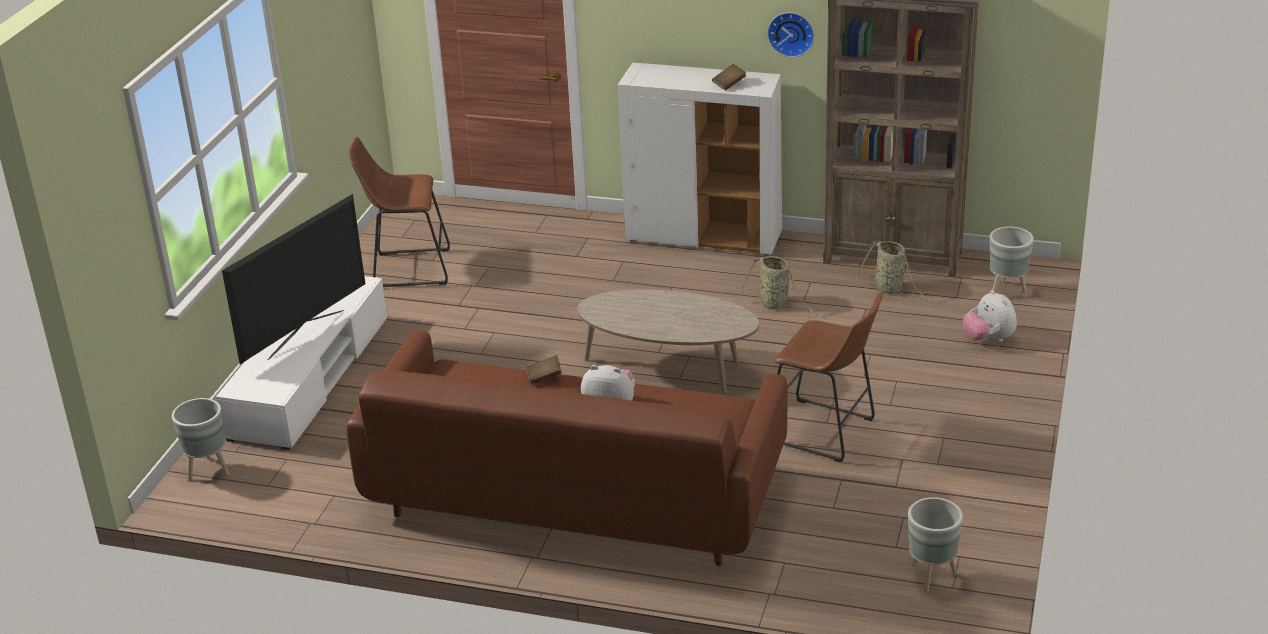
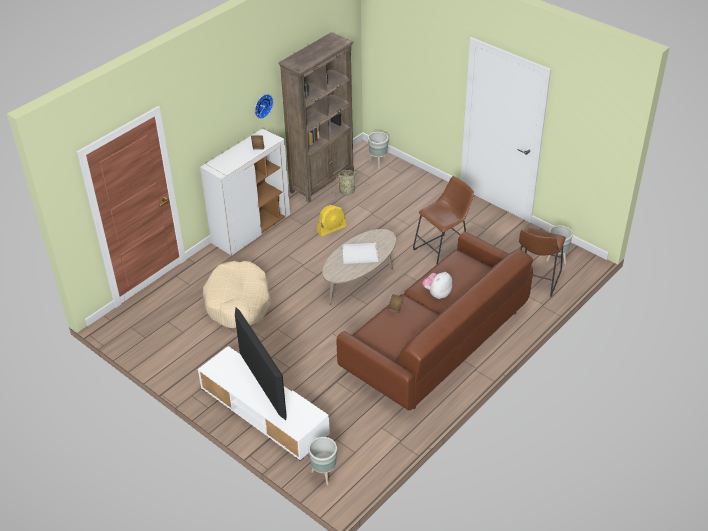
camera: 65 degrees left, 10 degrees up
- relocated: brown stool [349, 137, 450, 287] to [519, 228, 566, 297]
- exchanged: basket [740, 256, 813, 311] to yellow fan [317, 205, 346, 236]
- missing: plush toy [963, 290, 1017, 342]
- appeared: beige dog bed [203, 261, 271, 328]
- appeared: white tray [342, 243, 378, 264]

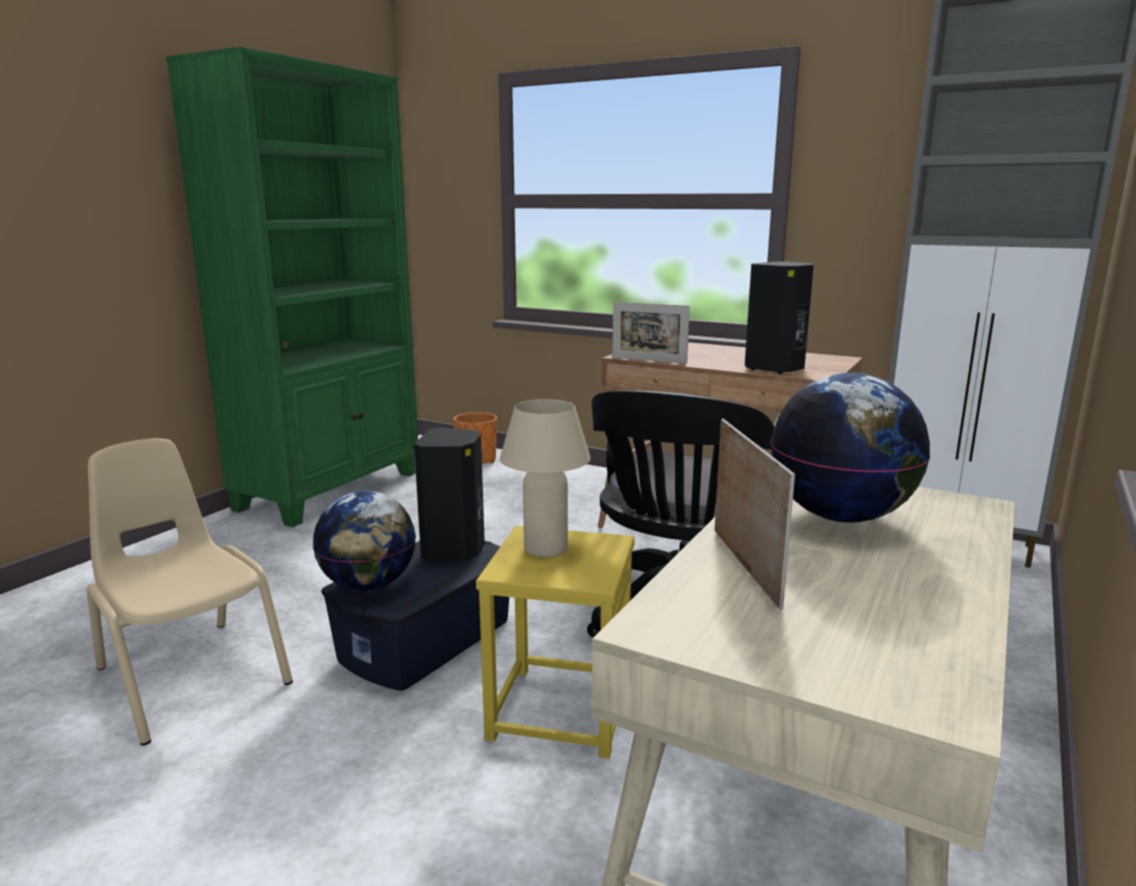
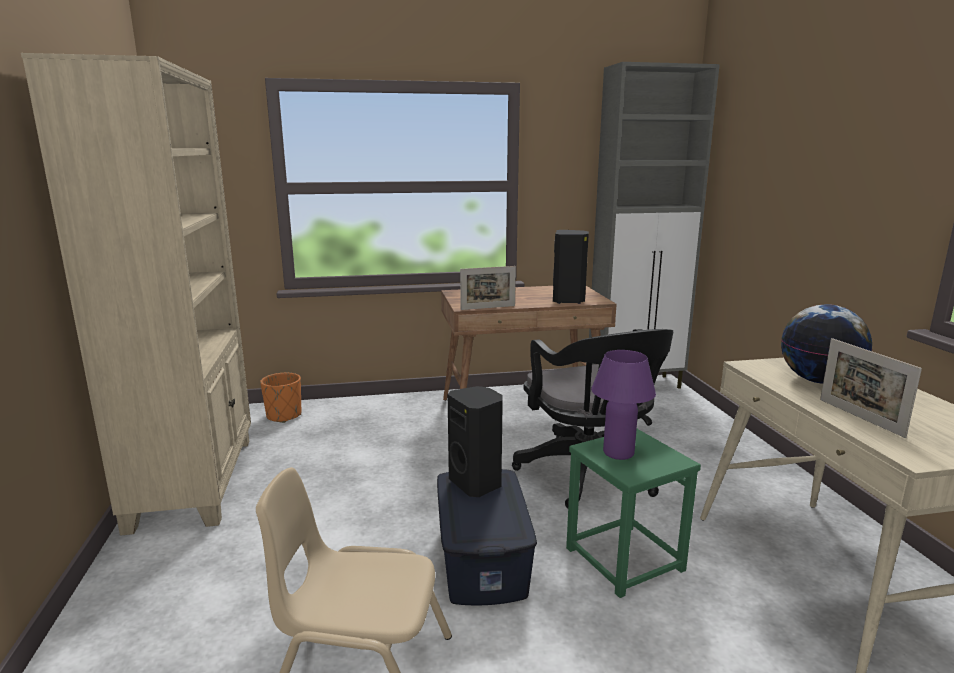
camera: 40 degrees left, 0 degrees up
- colour: green bookcase [166, 46, 418, 527] to beige bookcase [21, 53, 251, 536]
- missing: globe [313, 491, 416, 591]
- colour: yellow stool [476, 526, 635, 758] to green stool [566, 429, 701, 598]
- colour: beige table lamp [500, 399, 591, 557] to purple table lamp [591, 350, 656, 460]
- spun: picture frame [714, 419, 795, 610] = [820, 338, 922, 438] 150 degrees counterclockwise

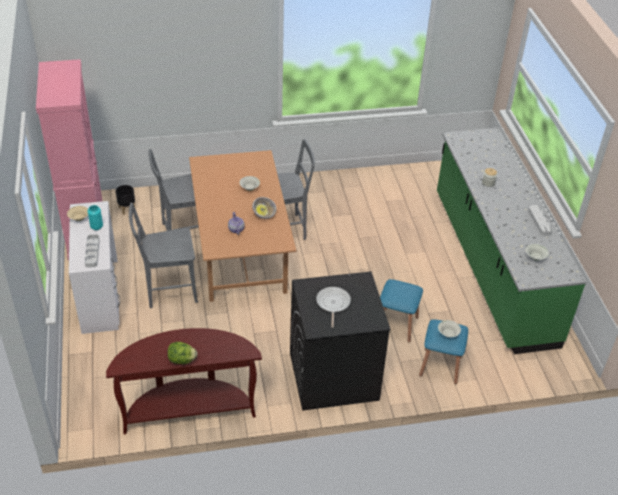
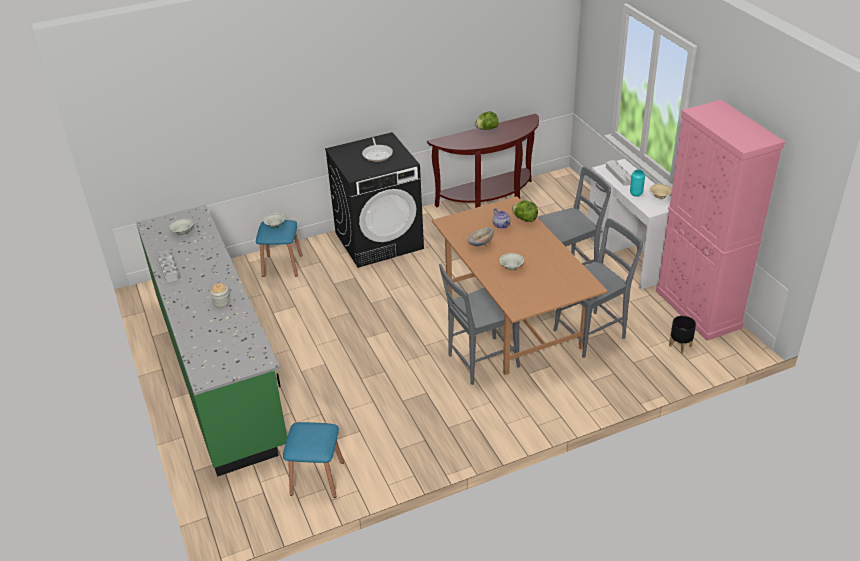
camera: 170 degrees right, 5 degrees down
- relocated: blue stool [380, 279, 423, 342] to [283, 422, 344, 498]
- appeared: lettuce [512, 200, 538, 222]

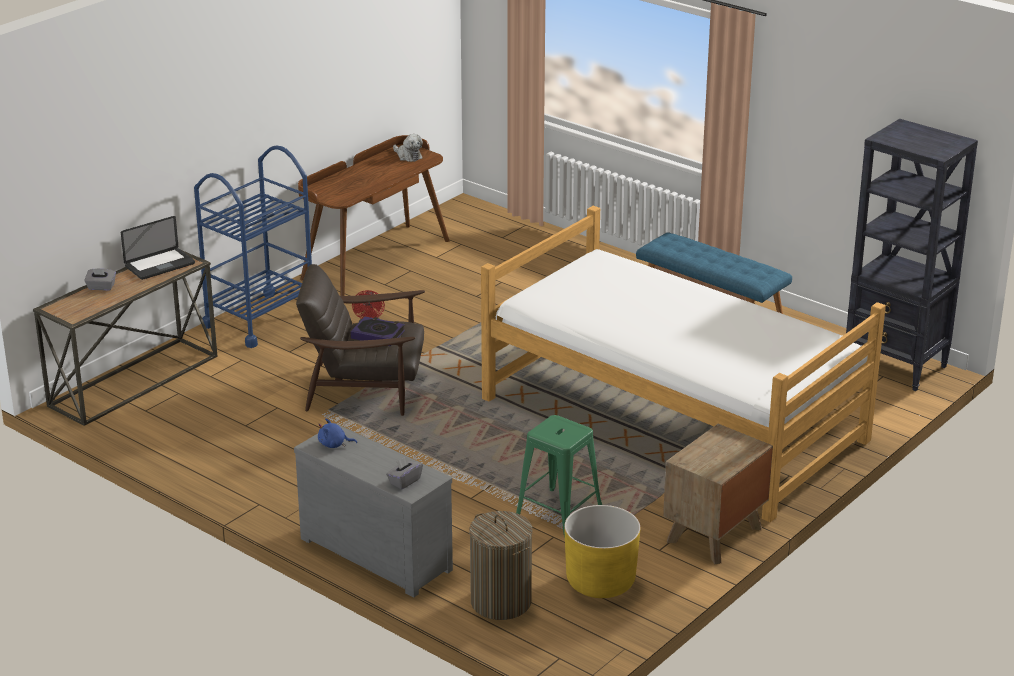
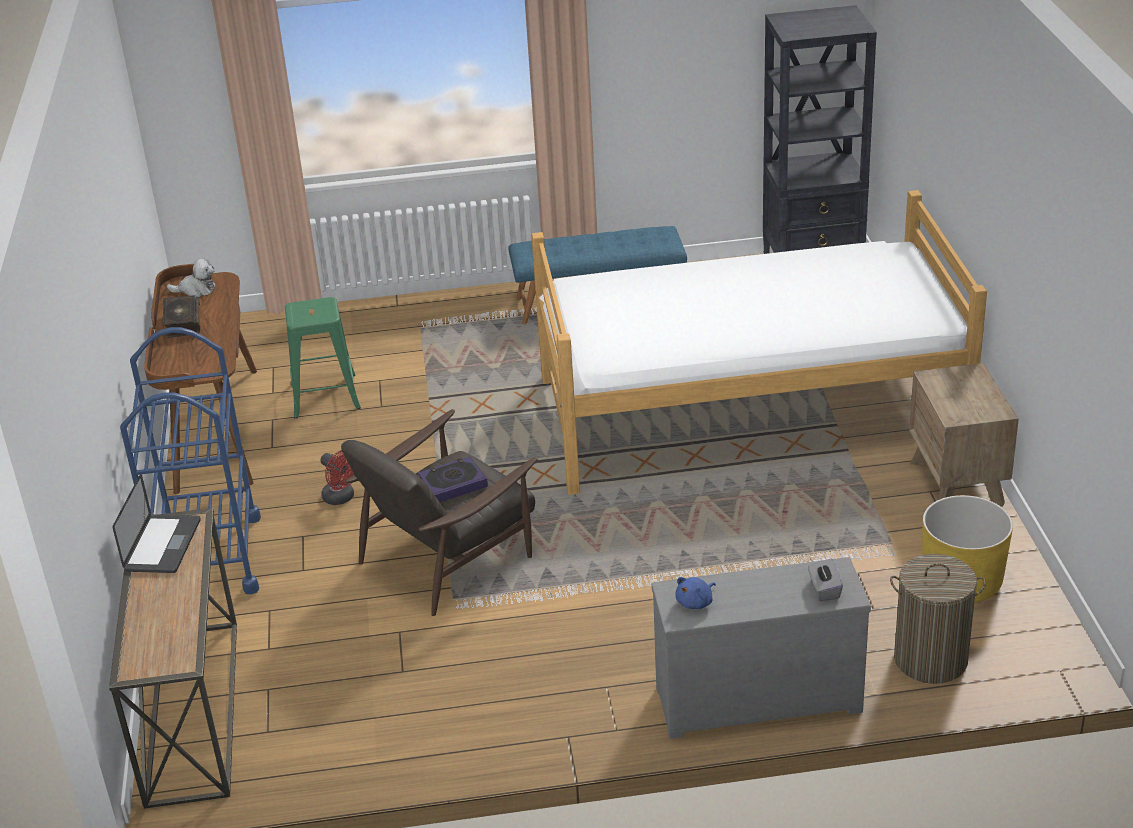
camera: 45 degrees left, 5 degrees up
- missing: grey tissue box [84, 269, 116, 291]
- relocated: green stool [516, 415, 602, 538] to [285, 297, 361, 419]
- appeared: book [163, 295, 200, 338]

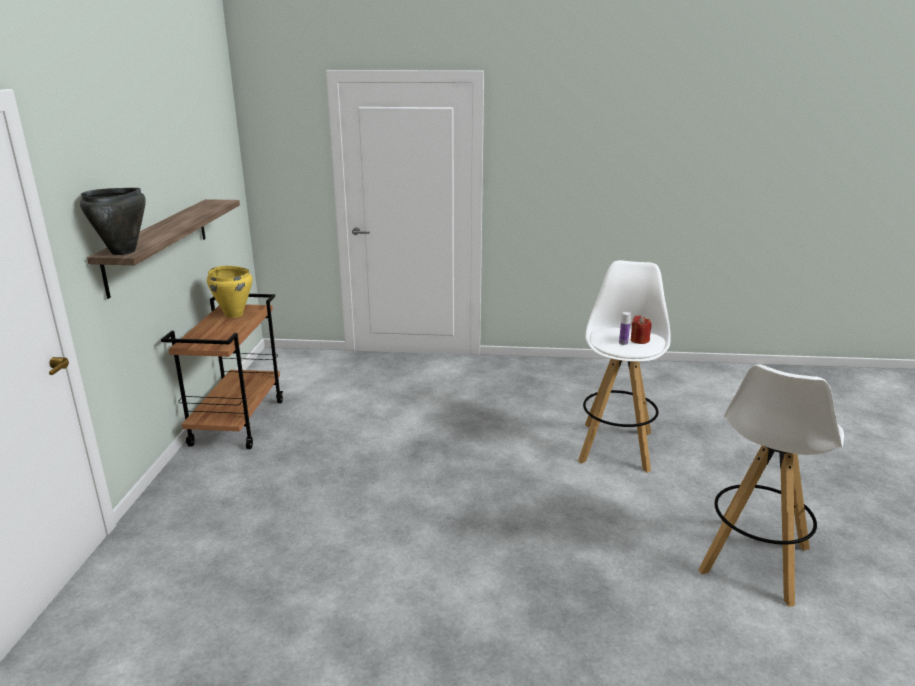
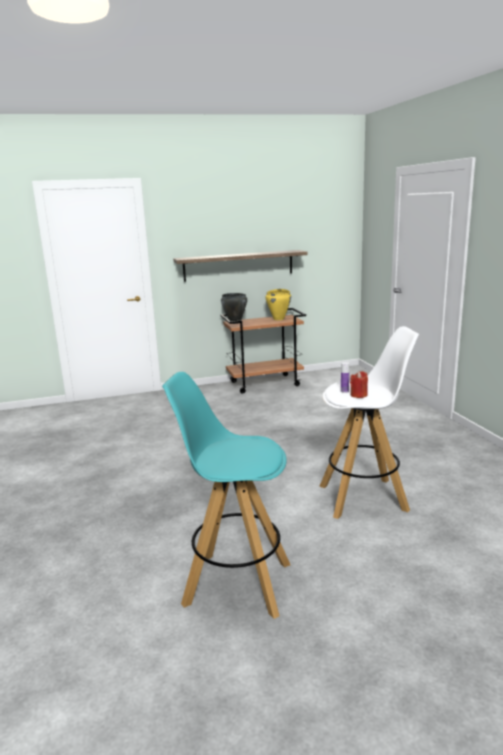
camera: 70 degrees right, 5 degrees down
- relocated: black cooking pot [80, 188, 146, 255] to [221, 293, 247, 324]
- colour: white stool [698, 364, 844, 607] to turquoise stool [162, 372, 290, 619]

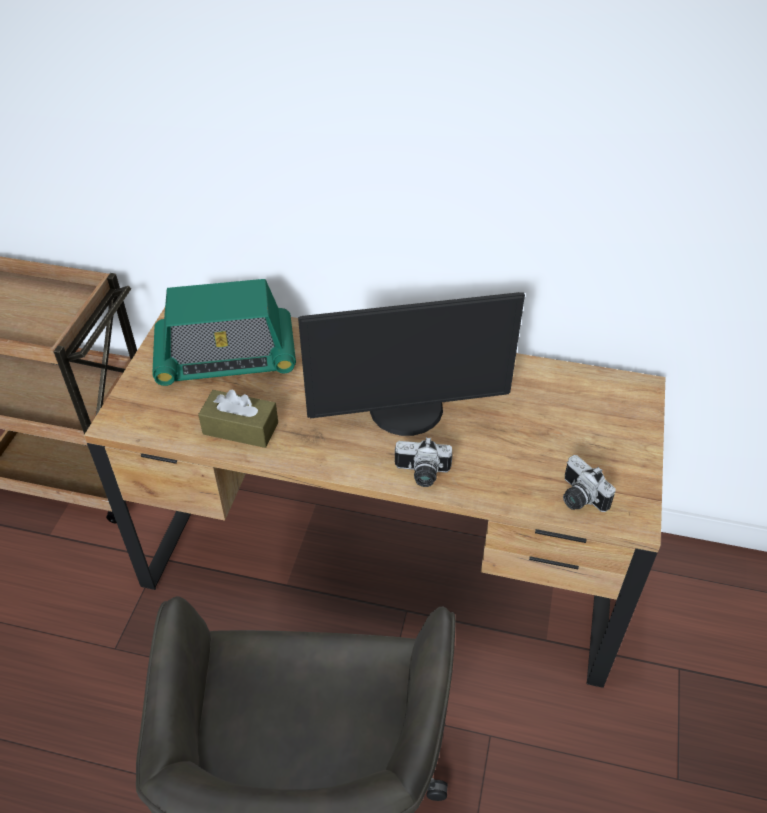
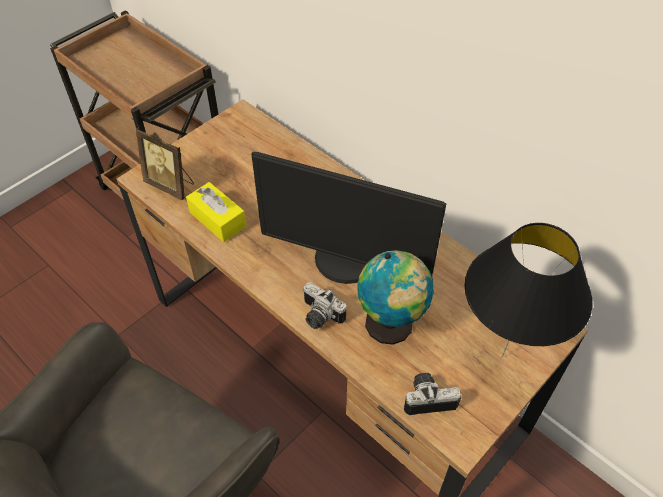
camera: 30 degrees right, 5 degrees up
- missing: radio [152, 279, 296, 386]
- colour: brown tissue box [198, 390, 278, 448] to yellow tissue box [186, 182, 246, 242]
- spun: photo camera [563, 455, 615, 512] = [404, 373, 461, 415] 90 degrees clockwise
- appeared: picture frame [136, 128, 194, 200]
- appeared: globe [358, 250, 434, 345]
- appeared: black table lamp [465, 223, 593, 357]

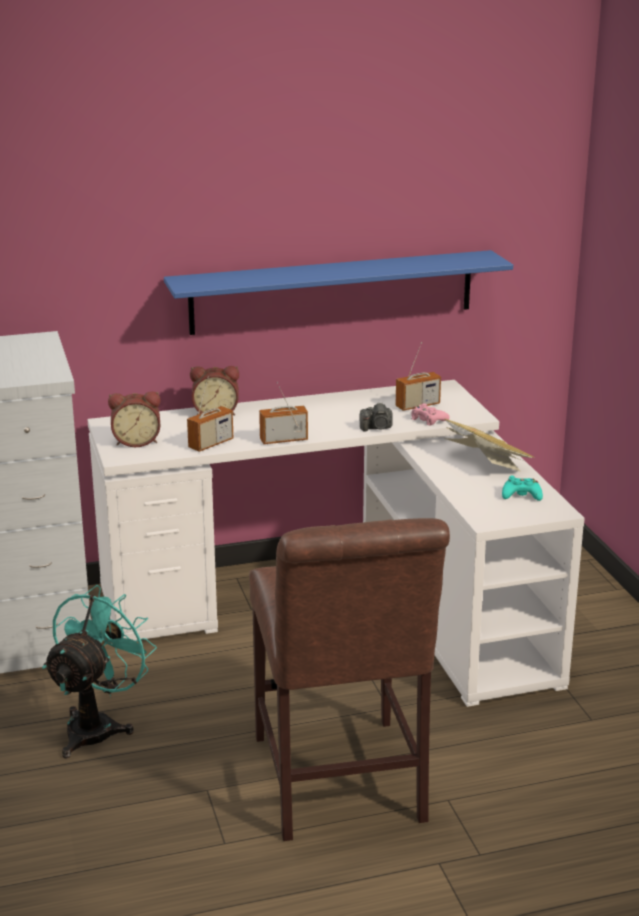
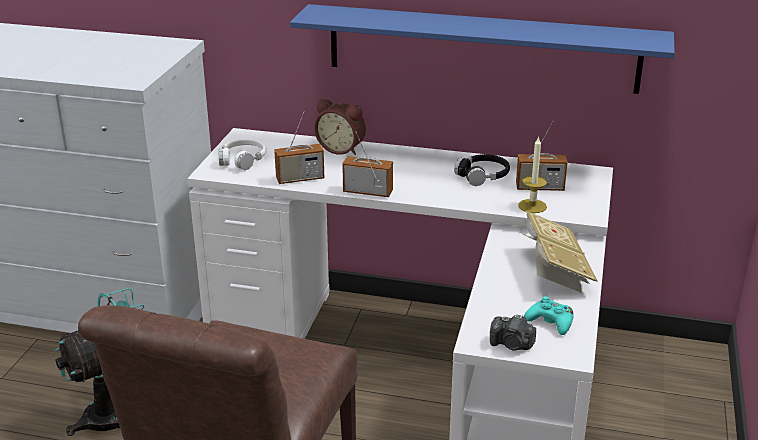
camera: 30 degrees right, 5 degrees up
- exchanged: alarm clock [108, 391, 161, 447] to white headphones [219, 139, 267, 170]
- relocated: photo camera [360, 402, 393, 432] to [490, 314, 536, 351]
- exchanged: pink game controller [411, 403, 450, 426] to candle [518, 136, 547, 213]
- appeared: black headphones [454, 154, 510, 186]

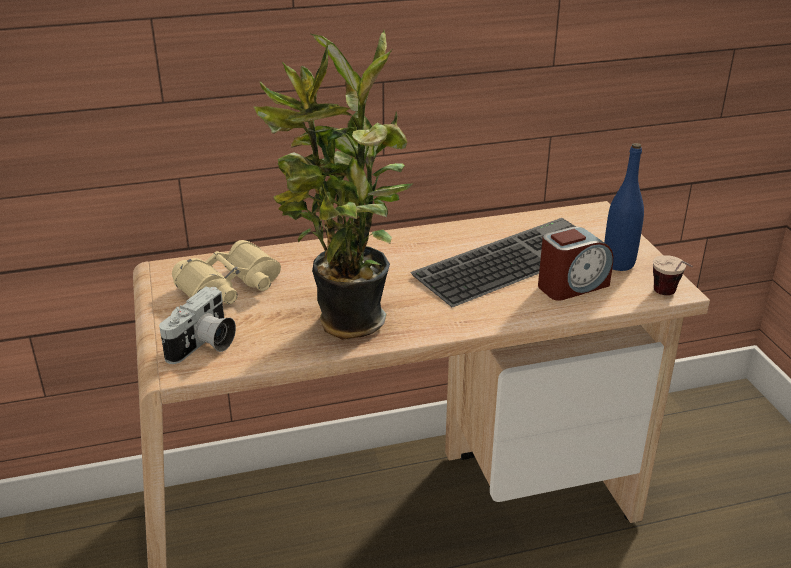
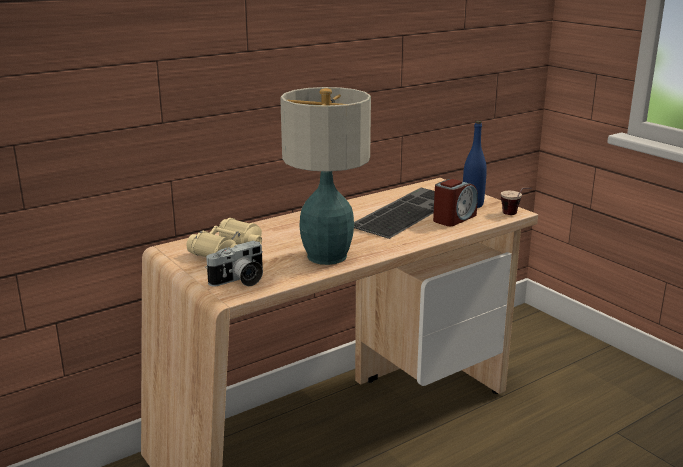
camera: 20 degrees left, 10 degrees down
- spun: photo camera [159, 287, 236, 364] = [205, 240, 263, 287] 45 degrees clockwise
- exchanged: potted plant [253, 30, 414, 340] to table lamp [280, 87, 371, 265]

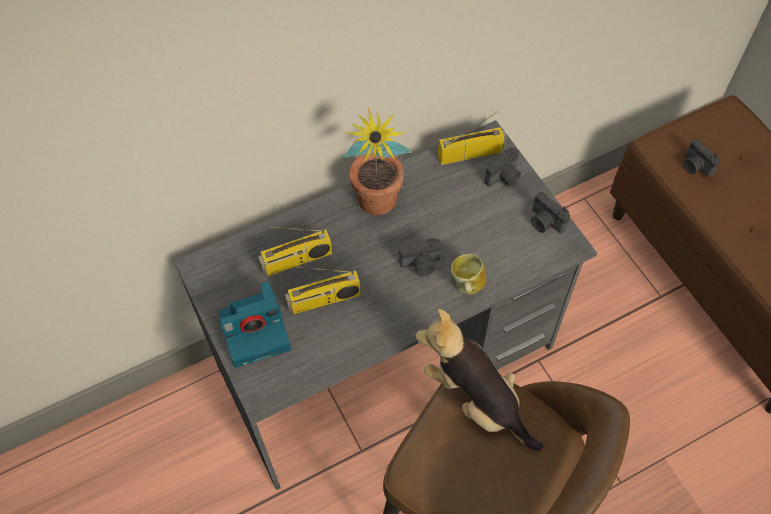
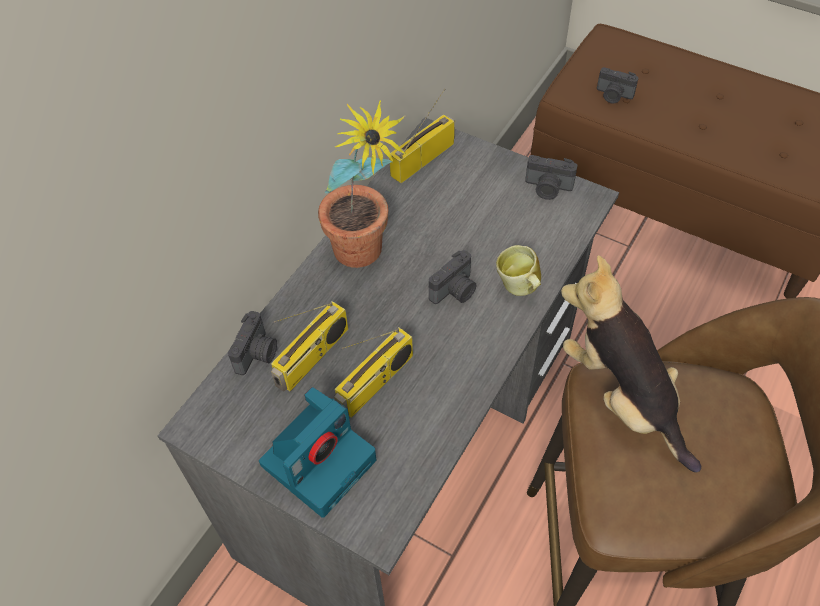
camera: 30 degrees left, 5 degrees down
- spun: plush toy [415, 309, 543, 451] = [561, 255, 701, 473] 45 degrees clockwise
- relocated: photo camera [484, 148, 521, 187] to [228, 311, 277, 375]

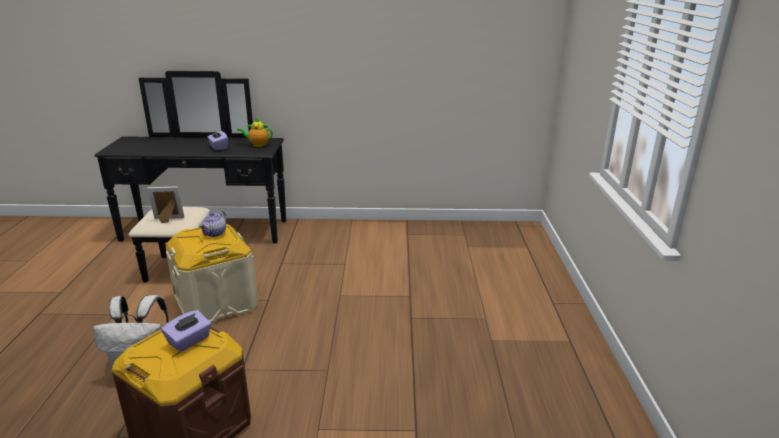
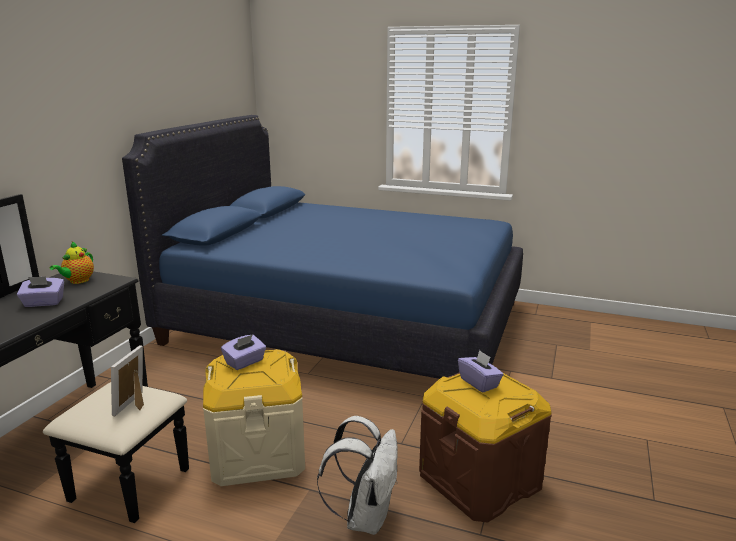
camera: 70 degrees left, 5 degrees down
- exchanged: teapot [199, 211, 226, 237] to purple tissue box [221, 334, 266, 370]
- appeared: blue bed [122, 115, 523, 379]

